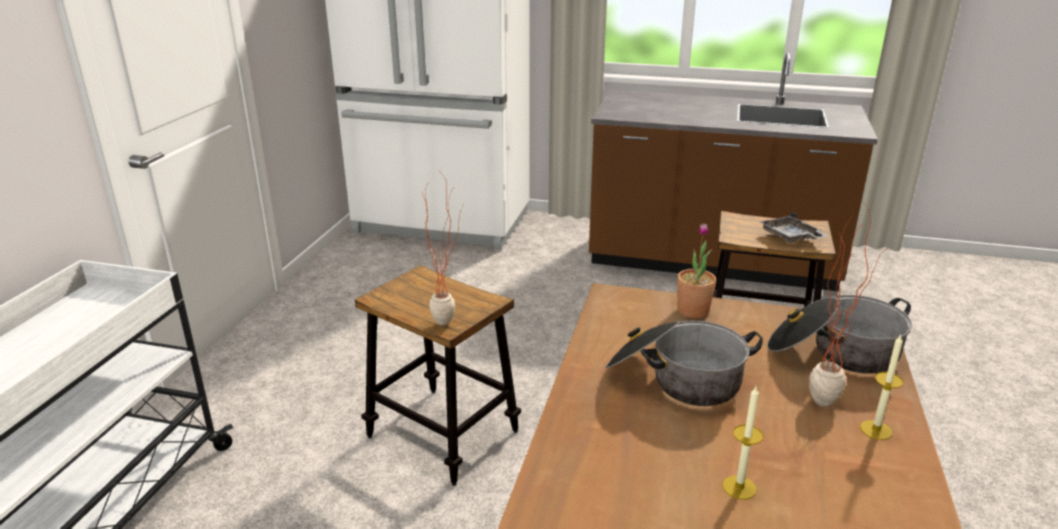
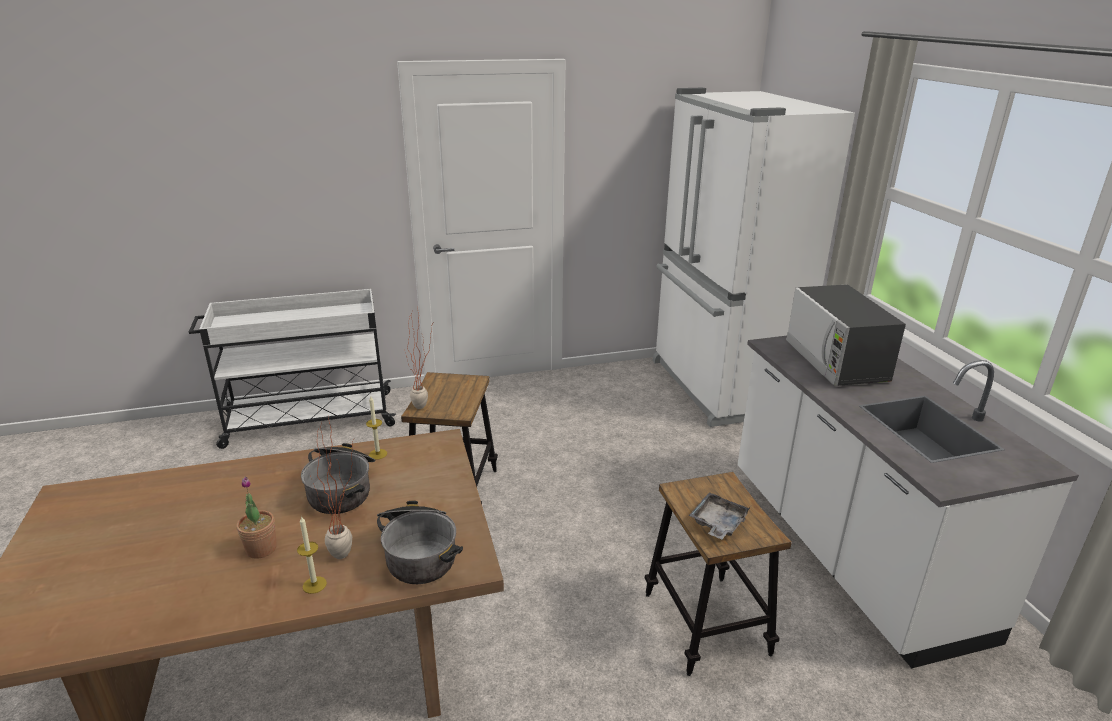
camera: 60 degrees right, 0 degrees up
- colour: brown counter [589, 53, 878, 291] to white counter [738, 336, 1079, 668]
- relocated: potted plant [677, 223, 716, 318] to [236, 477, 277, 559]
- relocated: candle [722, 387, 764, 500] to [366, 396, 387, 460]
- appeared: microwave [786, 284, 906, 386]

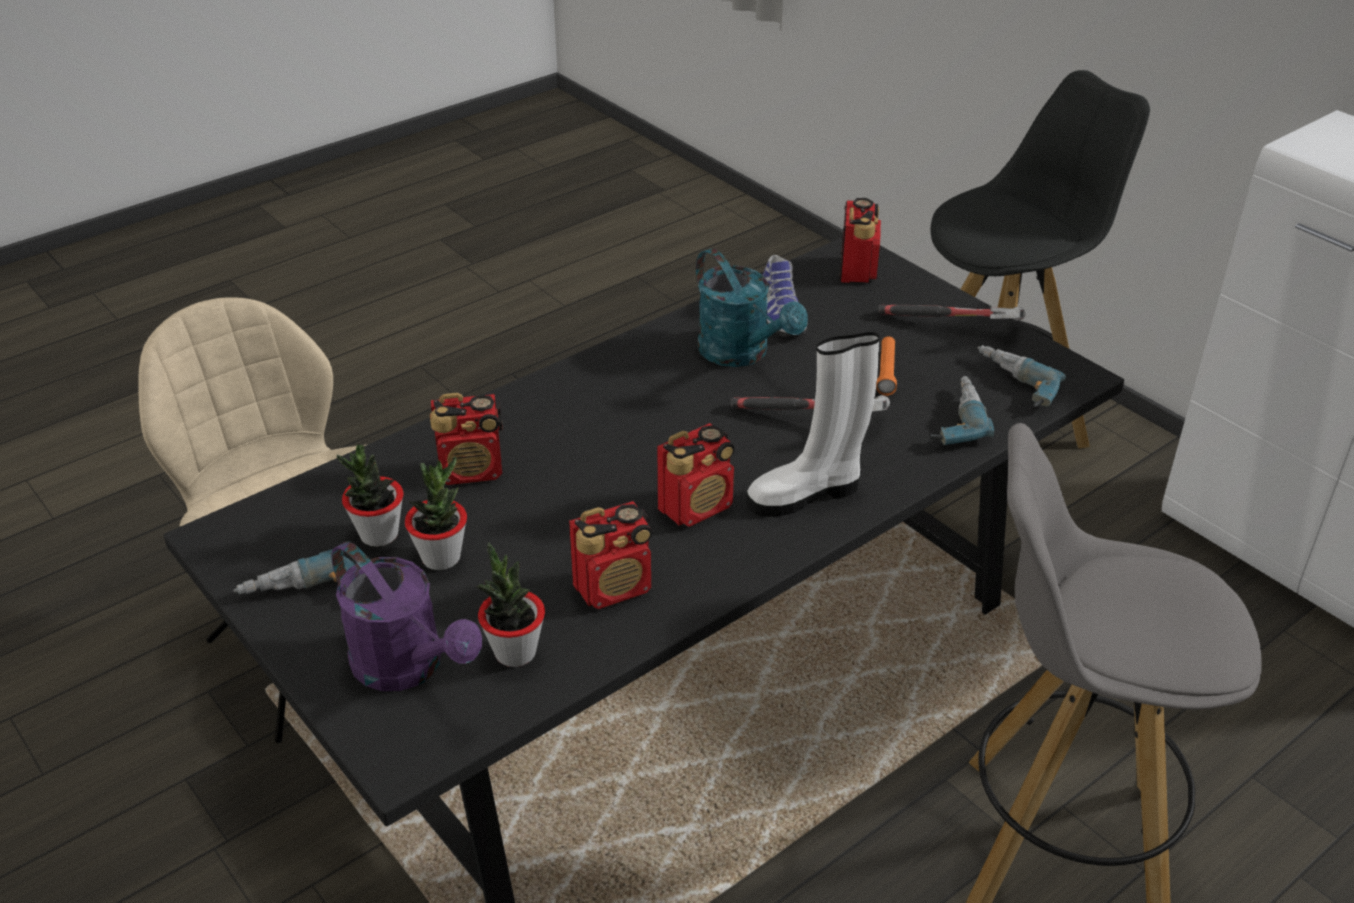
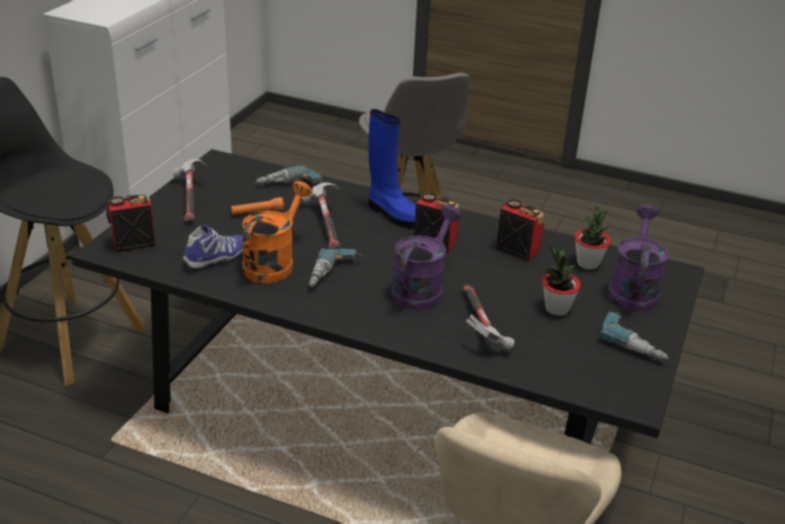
camera: 120 degrees left, 5 degrees down
- missing: potted plant [337, 445, 403, 547]
- exchanged: radio [430, 393, 503, 485] to hammer [462, 284, 514, 349]
- colour: turquoise watering can [696, 248, 808, 367] to orange watering can [242, 181, 312, 283]
- colour: white boot [746, 332, 880, 517] to blue boot [368, 109, 416, 229]
- relocated: power drill [978, 345, 1066, 407] to [309, 248, 363, 287]
- appeared: purple watering can [391, 205, 462, 311]

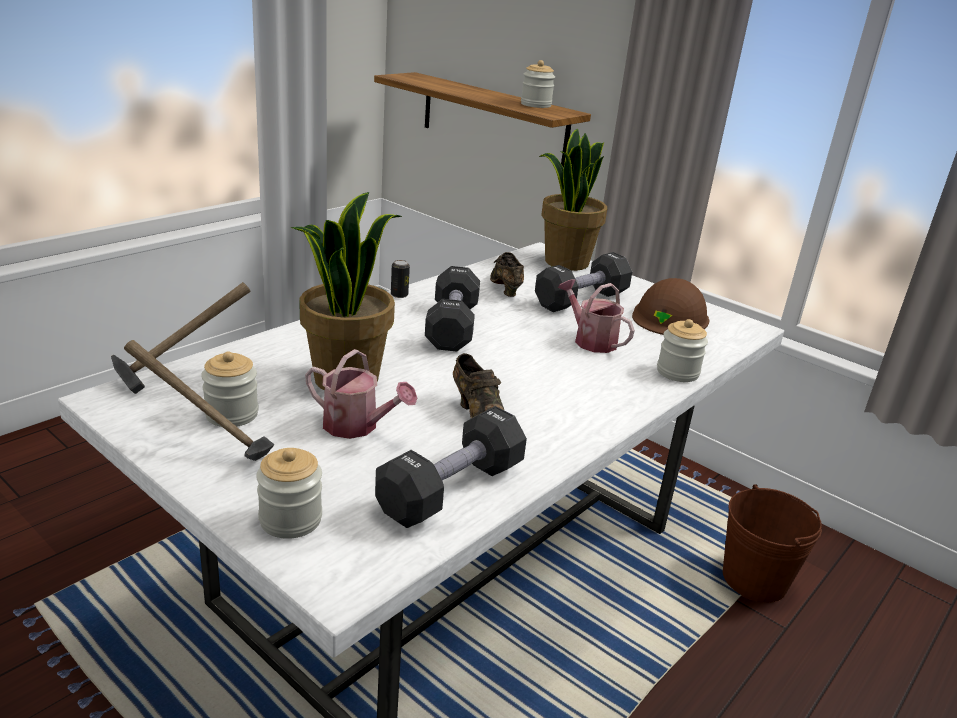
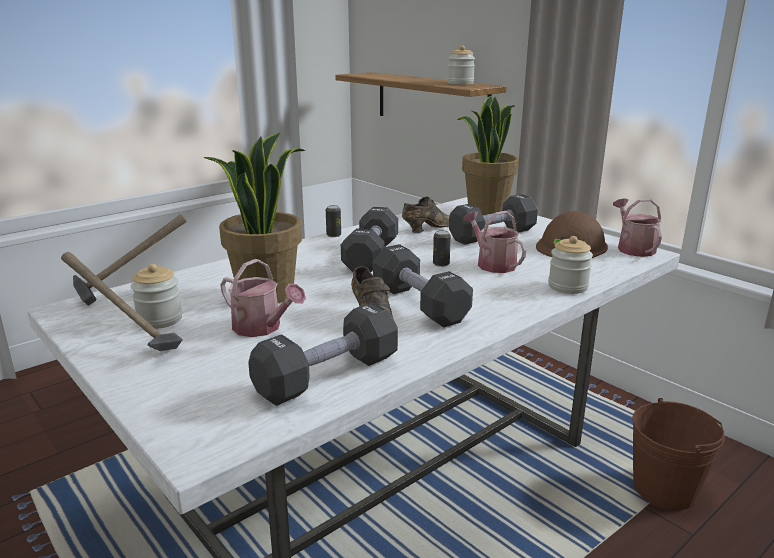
camera: 10 degrees right, 5 degrees down
- missing: jar [256, 448, 322, 539]
- spun: brown shoe [490, 252, 524, 297] = [402, 197, 450, 233] 60 degrees clockwise
- appeared: black dumbbell [373, 244, 473, 327]
- appeared: can [433, 230, 451, 267]
- appeared: watering can [613, 198, 662, 257]

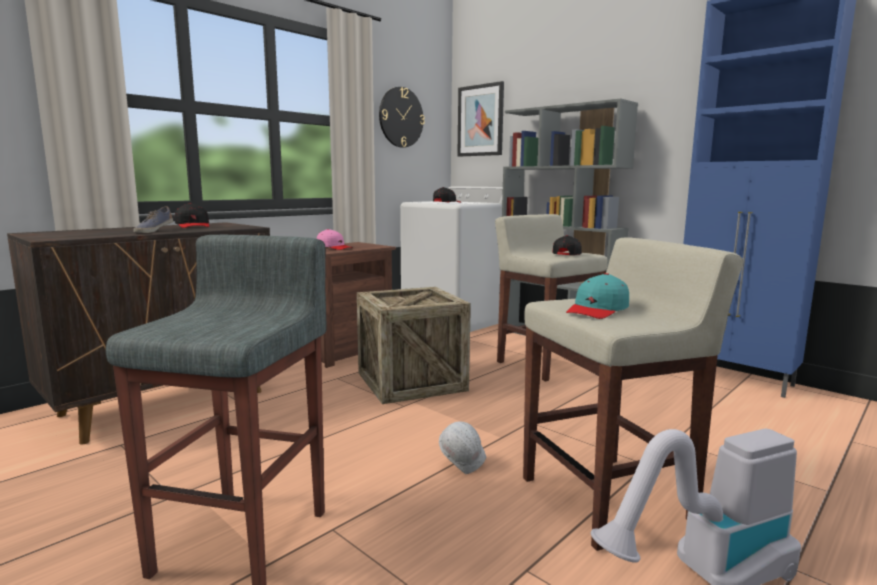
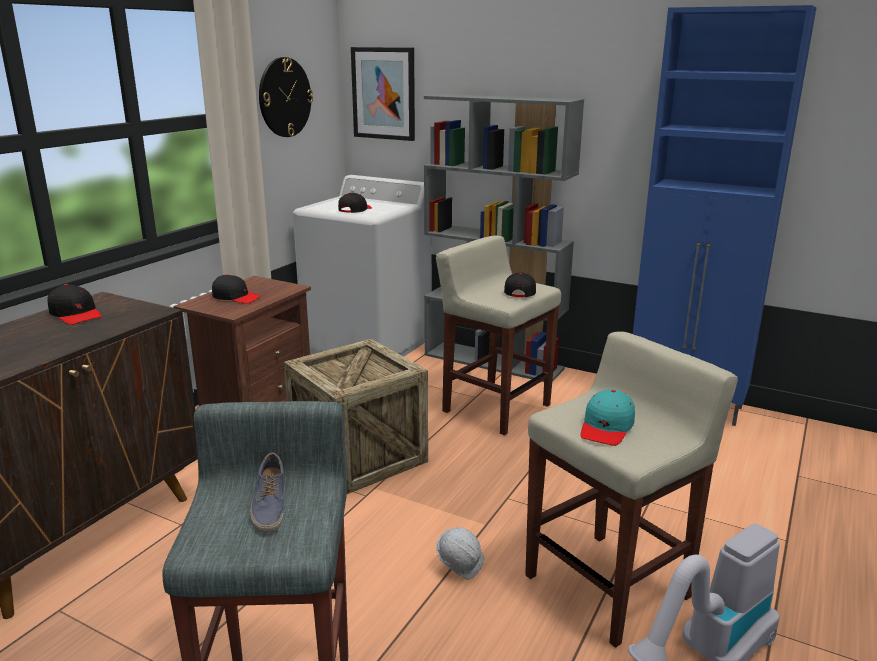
camera: 15 degrees left, 10 degrees up
- relocated: shoe [133, 206, 173, 233] to [250, 453, 284, 533]
- colour: pink cap [317, 229, 353, 250] to black cap [212, 274, 261, 304]

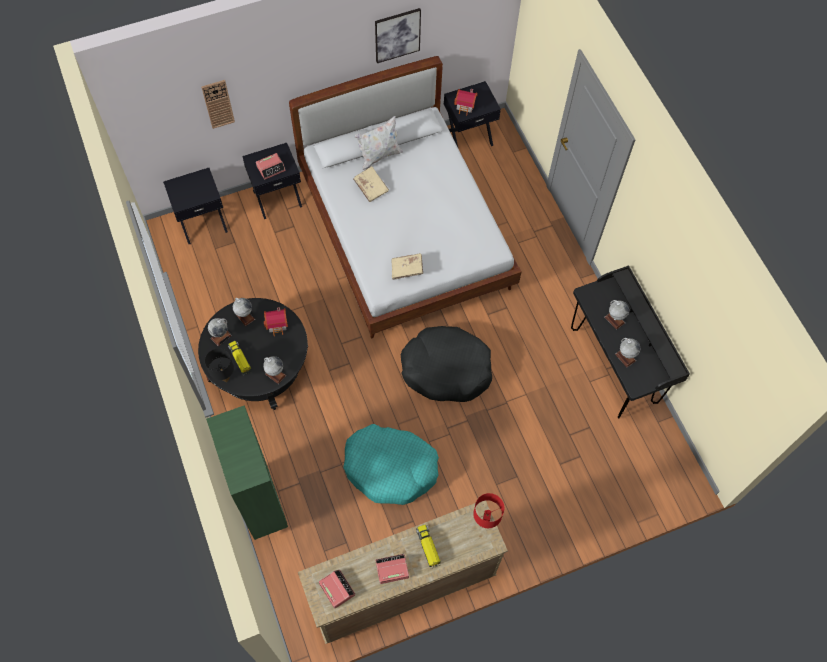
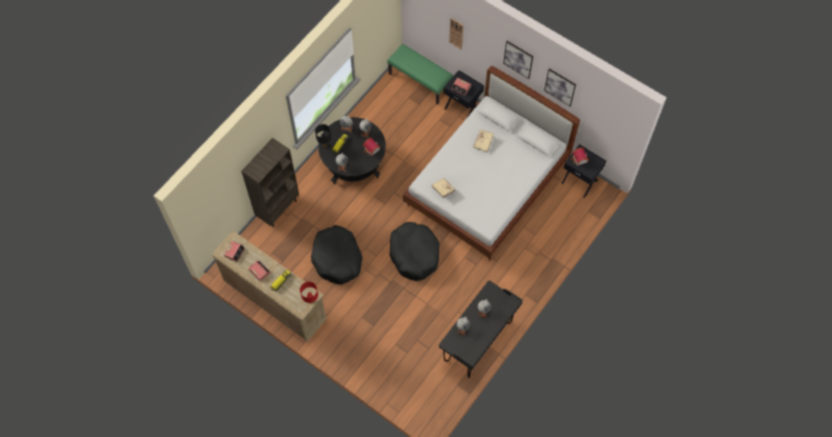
camera: 60 degrees right, 0 degrees up
- exchanged: black nightstand [163, 168, 228, 244] to green bench [387, 44, 453, 105]
- colour: green bookcase [206, 406, 288, 540] to brown bookcase [241, 138, 299, 227]
- colour: turquoise dog bed [343, 424, 439, 505] to black dog bed [311, 225, 363, 285]
- missing: white pillow [354, 116, 403, 170]
- appeared: picture [503, 41, 533, 79]

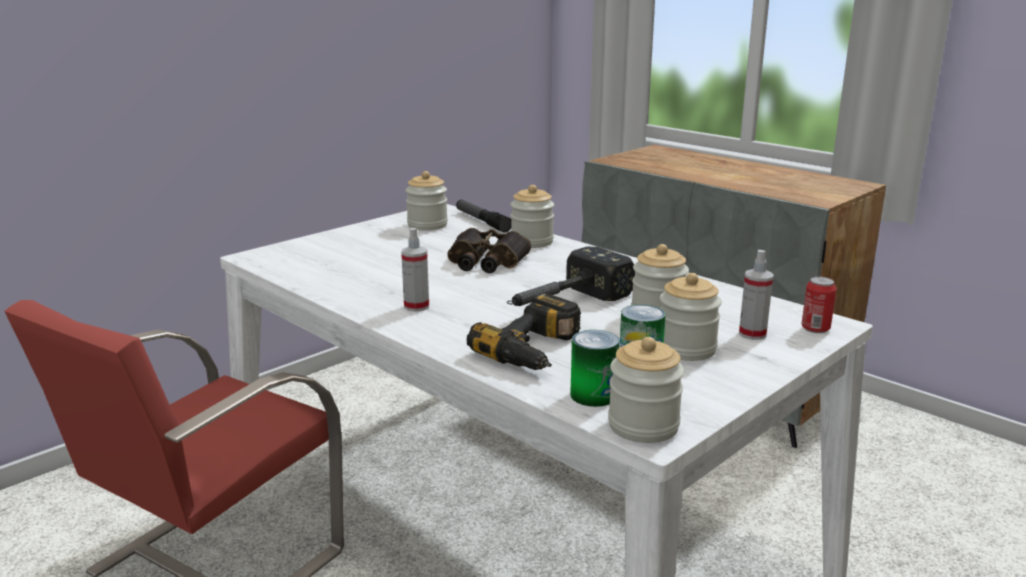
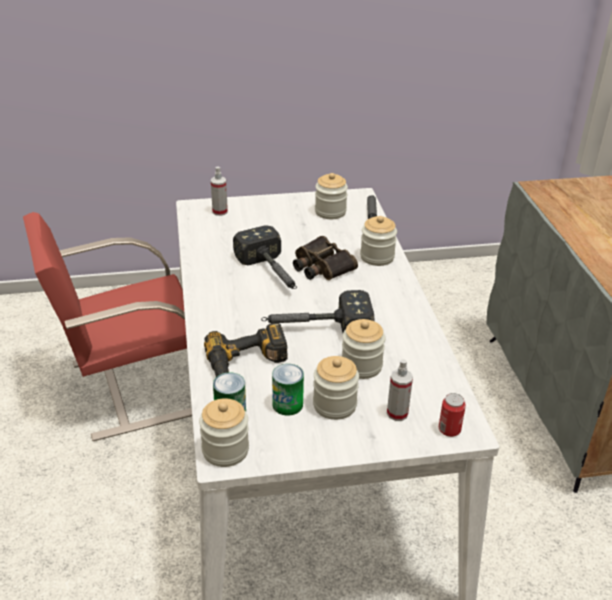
camera: 35 degrees right, 15 degrees up
- relocated: spray bottle [401, 228, 429, 312] to [211, 167, 228, 216]
- appeared: hammer [233, 225, 297, 289]

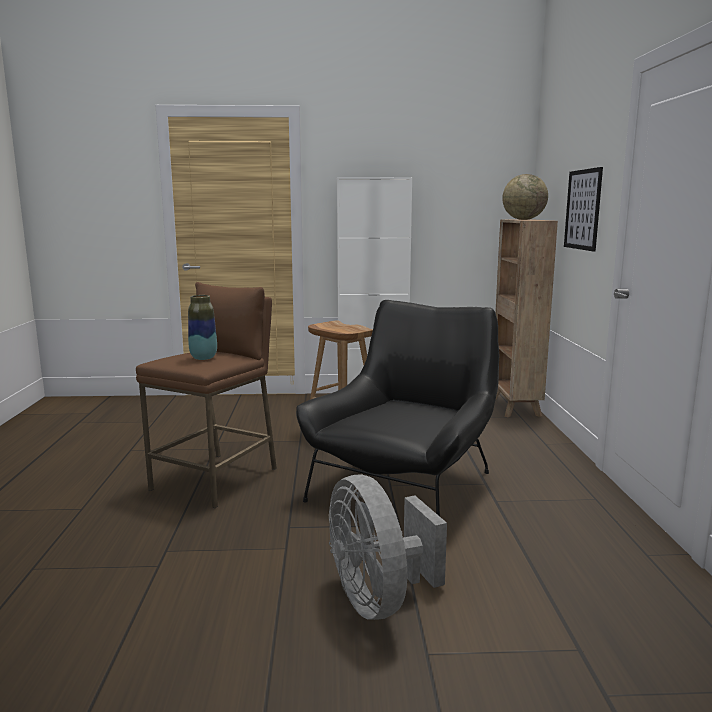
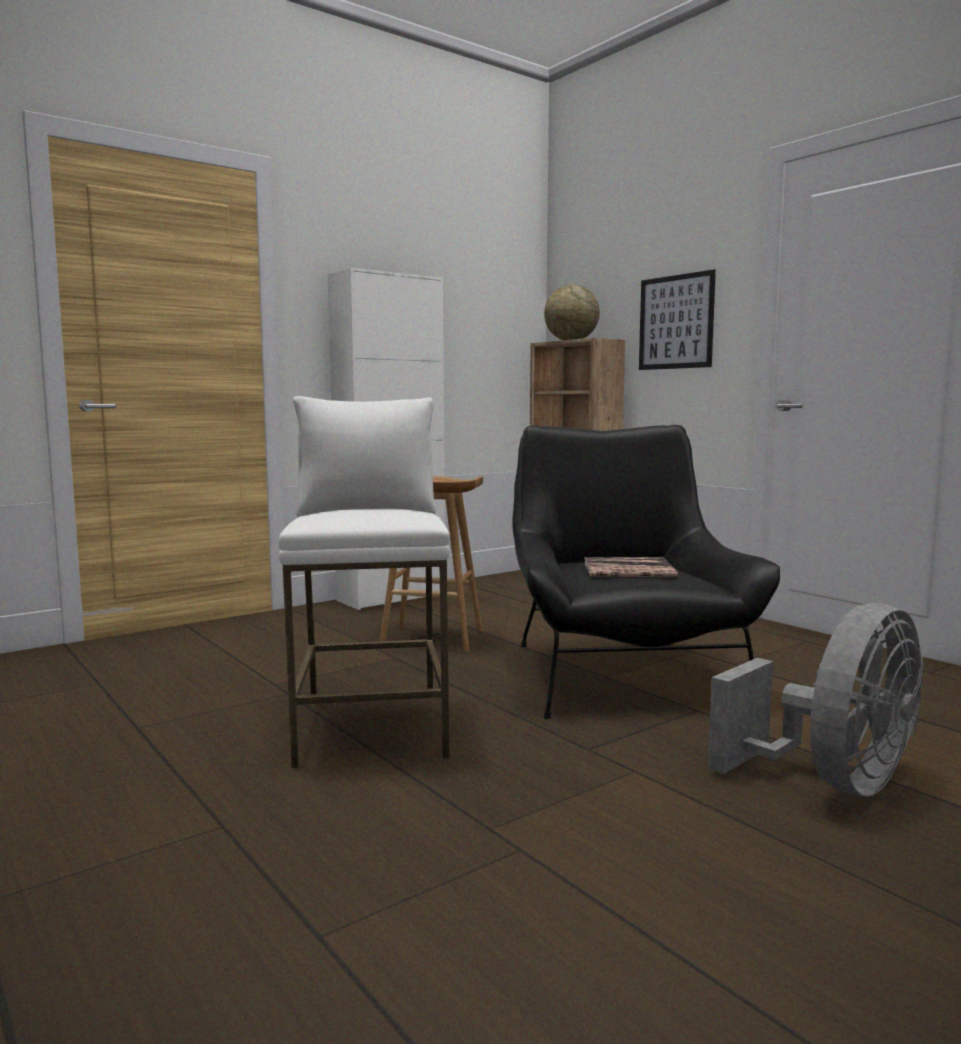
camera: 35 degrees left, 5 degrees down
- colour: brown stool [136, 282, 277, 508] to white stool [278, 396, 450, 768]
- missing: vase [188, 295, 217, 360]
- spun: grey fan [329, 474, 447, 620] = [708, 603, 923, 797] 75 degrees counterclockwise
- appeared: book [584, 557, 678, 577]

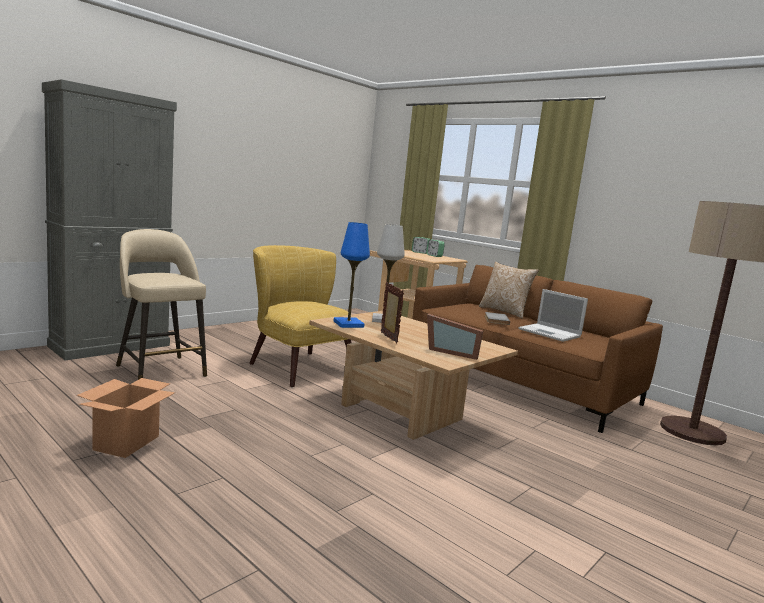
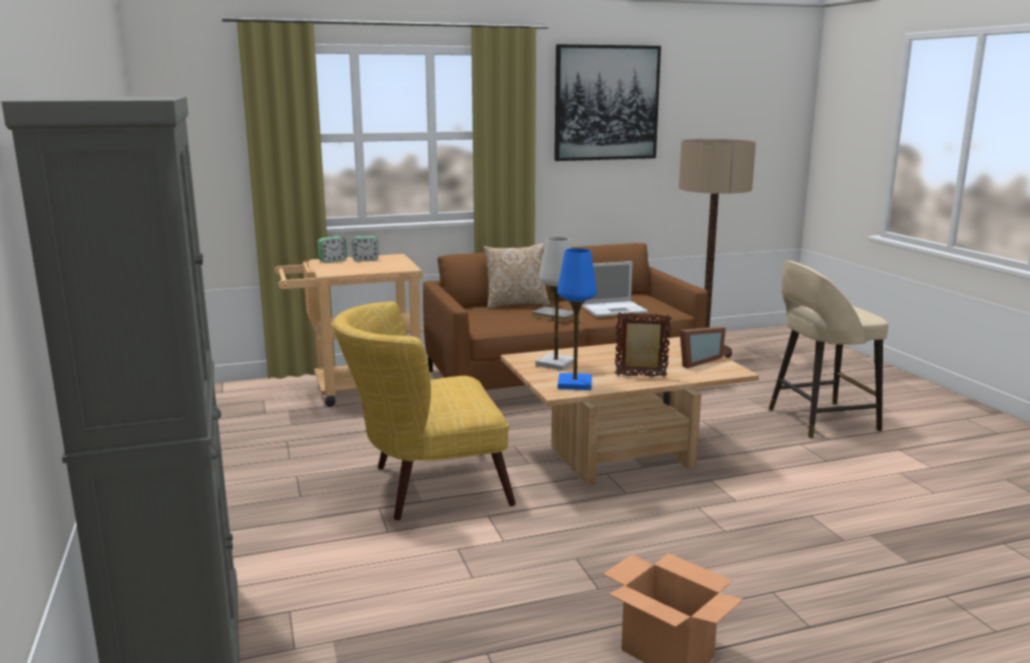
camera: 60 degrees left, 5 degrees up
- relocated: beige stool [116, 229, 207, 380] to [769, 261, 888, 438]
- appeared: picture [554, 44, 661, 161]

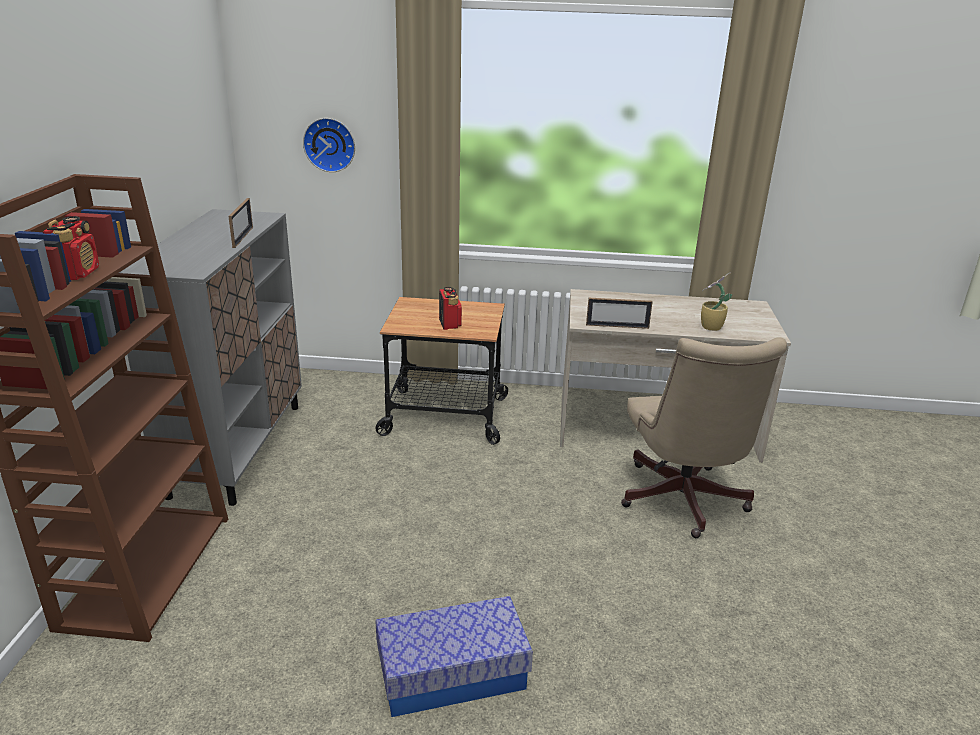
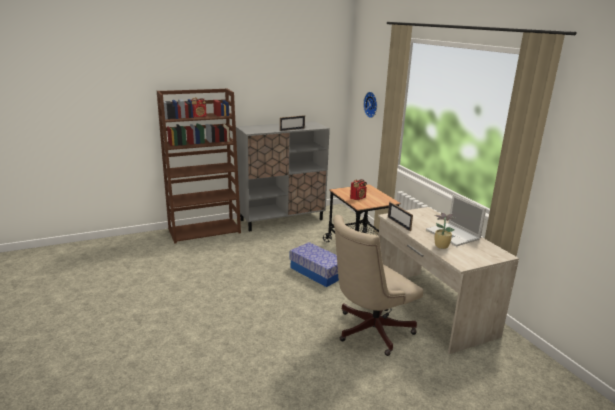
camera: 60 degrees right, 5 degrees down
- relocated: storage box [375, 596, 533, 717] to [289, 242, 339, 287]
- appeared: laptop [426, 195, 486, 246]

